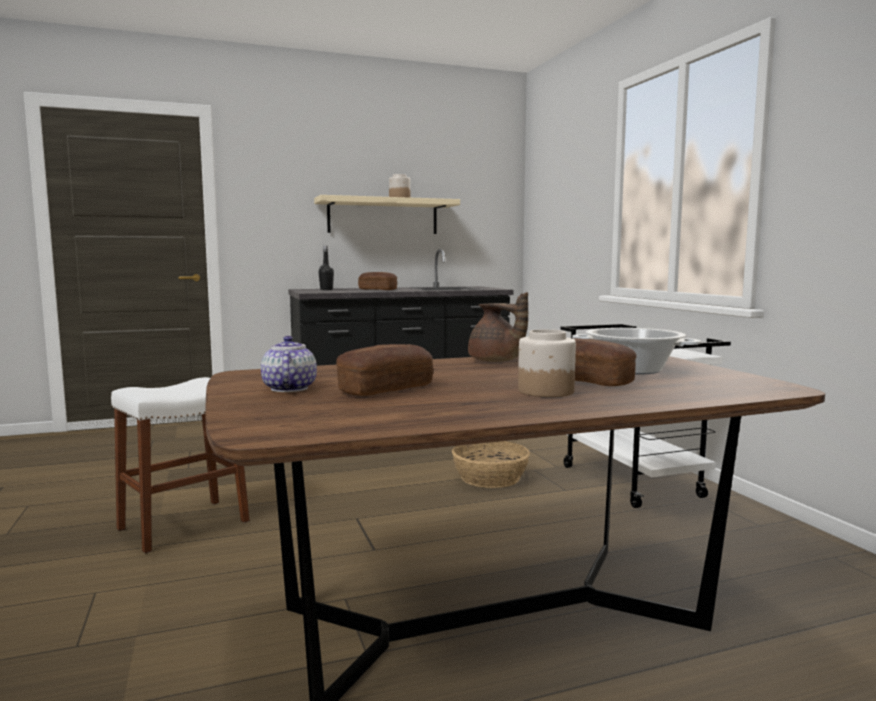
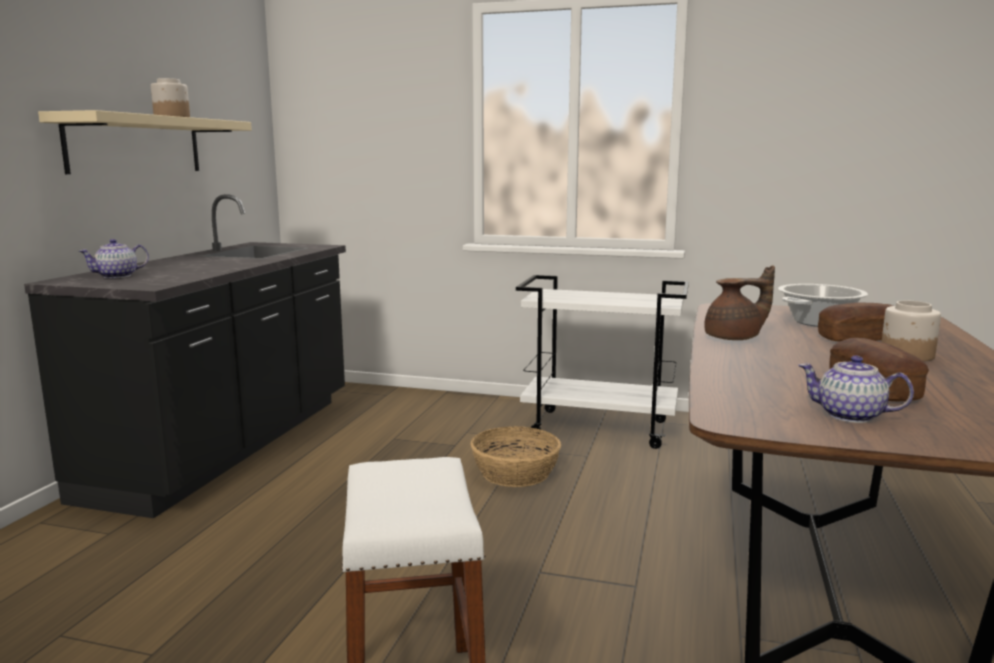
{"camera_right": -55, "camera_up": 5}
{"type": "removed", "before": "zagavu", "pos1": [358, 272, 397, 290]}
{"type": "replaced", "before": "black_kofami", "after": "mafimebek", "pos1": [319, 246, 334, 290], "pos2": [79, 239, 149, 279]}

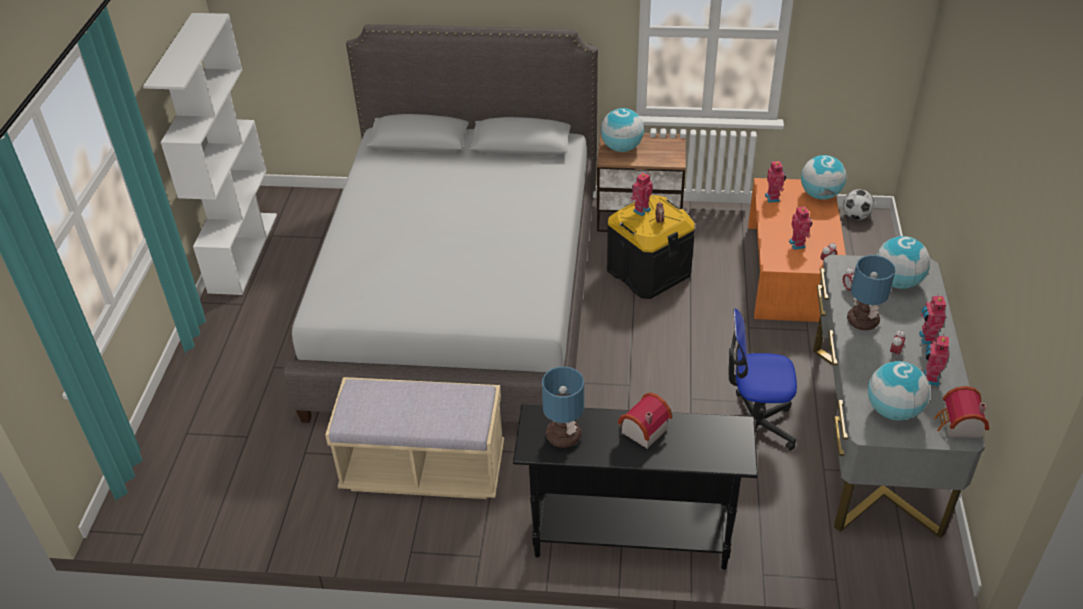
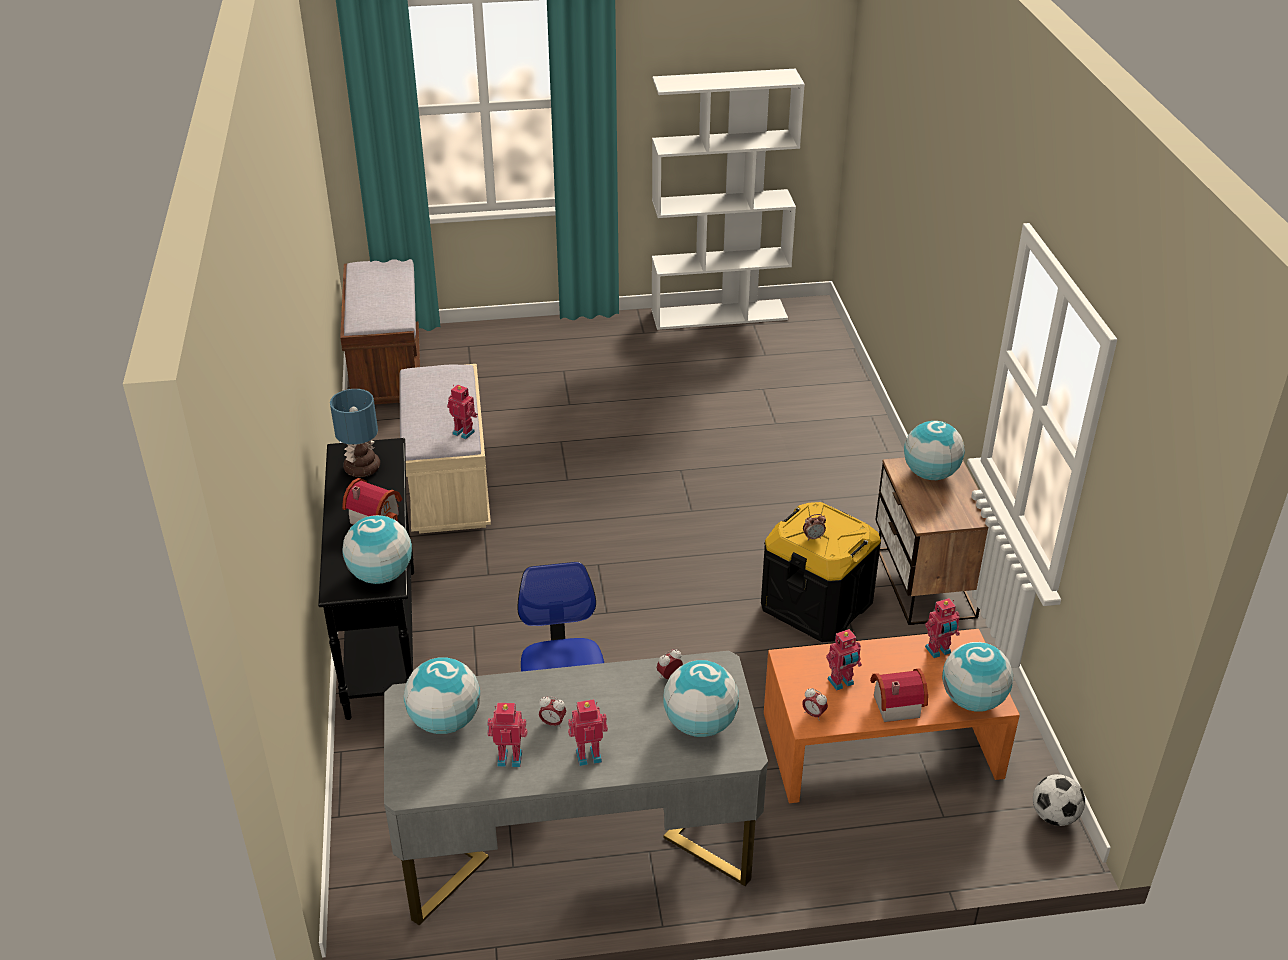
{"camera_right": 75, "camera_up": -5}
{"type": "removed", "before": "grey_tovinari", "pos1": [283, 24, 598, 423]}
{"type": "removed", "before": "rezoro", "pos1": [847, 255, 895, 330]}
{"type": "added", "after": "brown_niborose", "pos2": [340, 259, 420, 405]}
{"type": "added", "after": "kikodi", "pos2": [342, 515, 412, 584]}
{"type": "moved", "before": "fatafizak", "pos1": [630, 172, 653, 216], "pos2": [447, 384, 478, 439]}
{"type": "moved", "before": "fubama", "pos1": [934, 386, 989, 438], "pos2": [870, 669, 928, 722]}

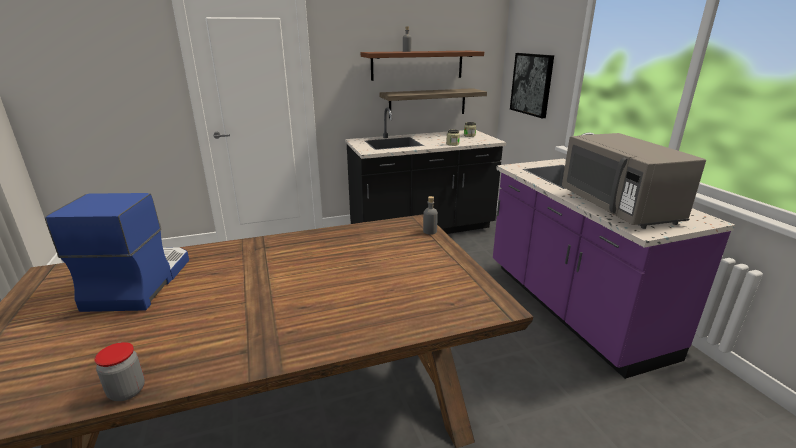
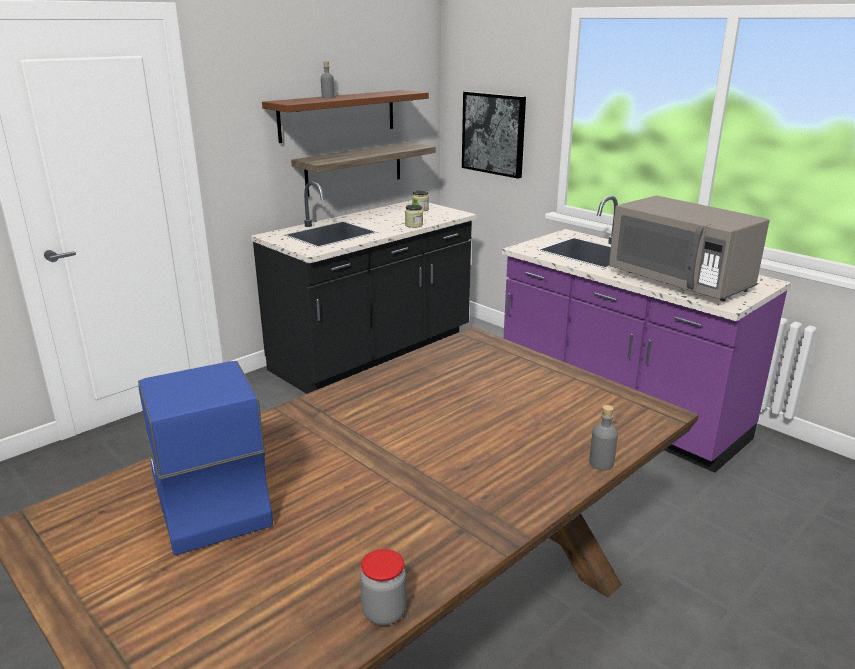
{"camera_right": -25, "camera_up": 0}
{"type": "moved", "before": "grey_kofami", "pos1": [423, 196, 438, 235], "pos2": [589, 405, 618, 470]}

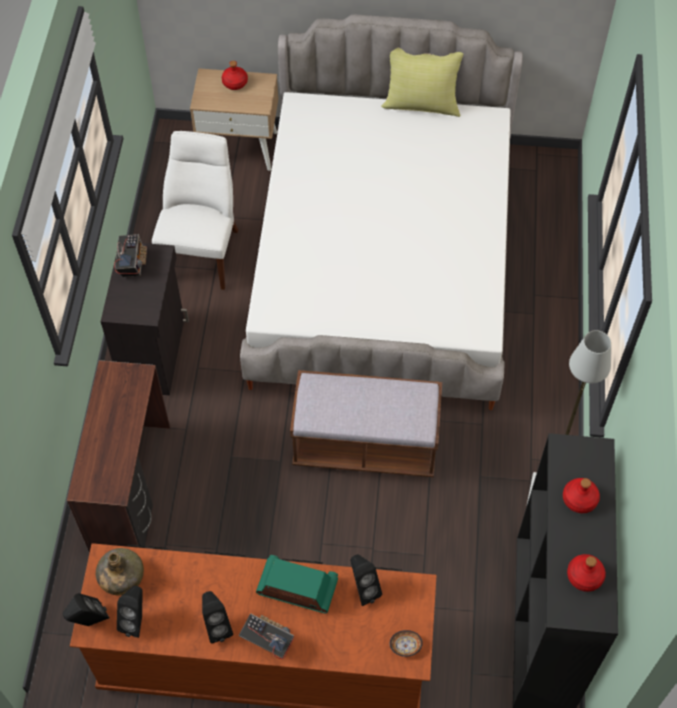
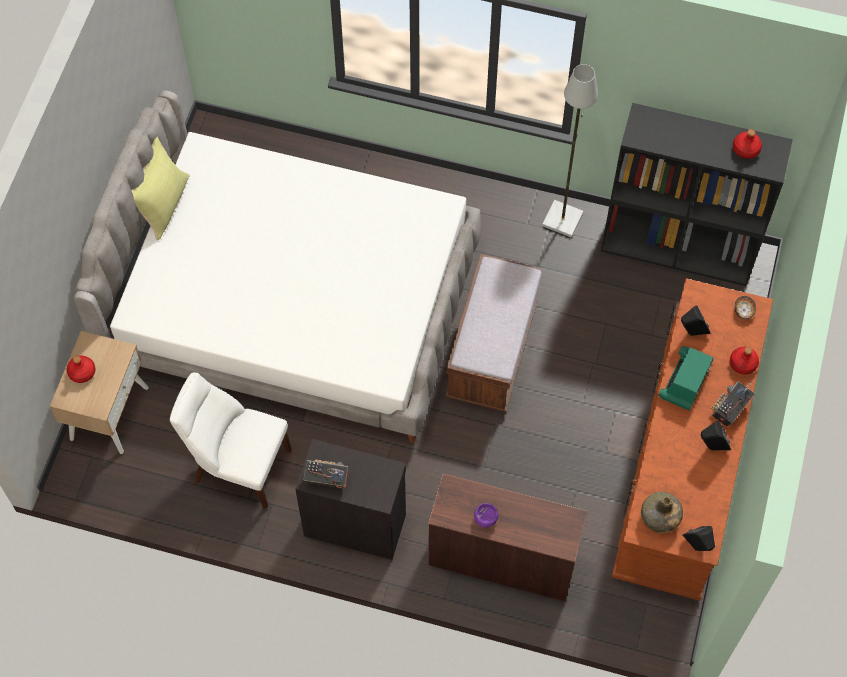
{"camera_right": -80, "camera_up": 5}
{"type": "removed", "before": "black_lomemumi", "pos1": [117, 586, 143, 638]}
{"type": "added", "after": "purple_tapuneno", "pos2": [474, 503, 498, 528]}
{"type": "moved", "before": "red_kofami", "pos1": [563, 478, 600, 513], "pos2": [730, 347, 759, 375]}

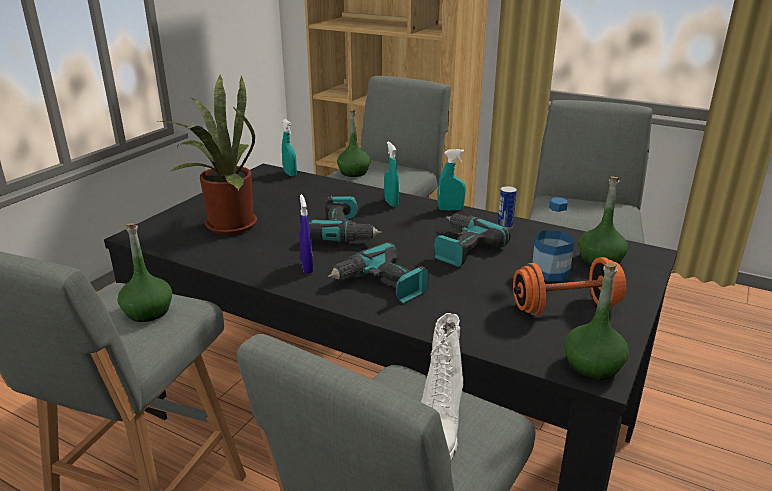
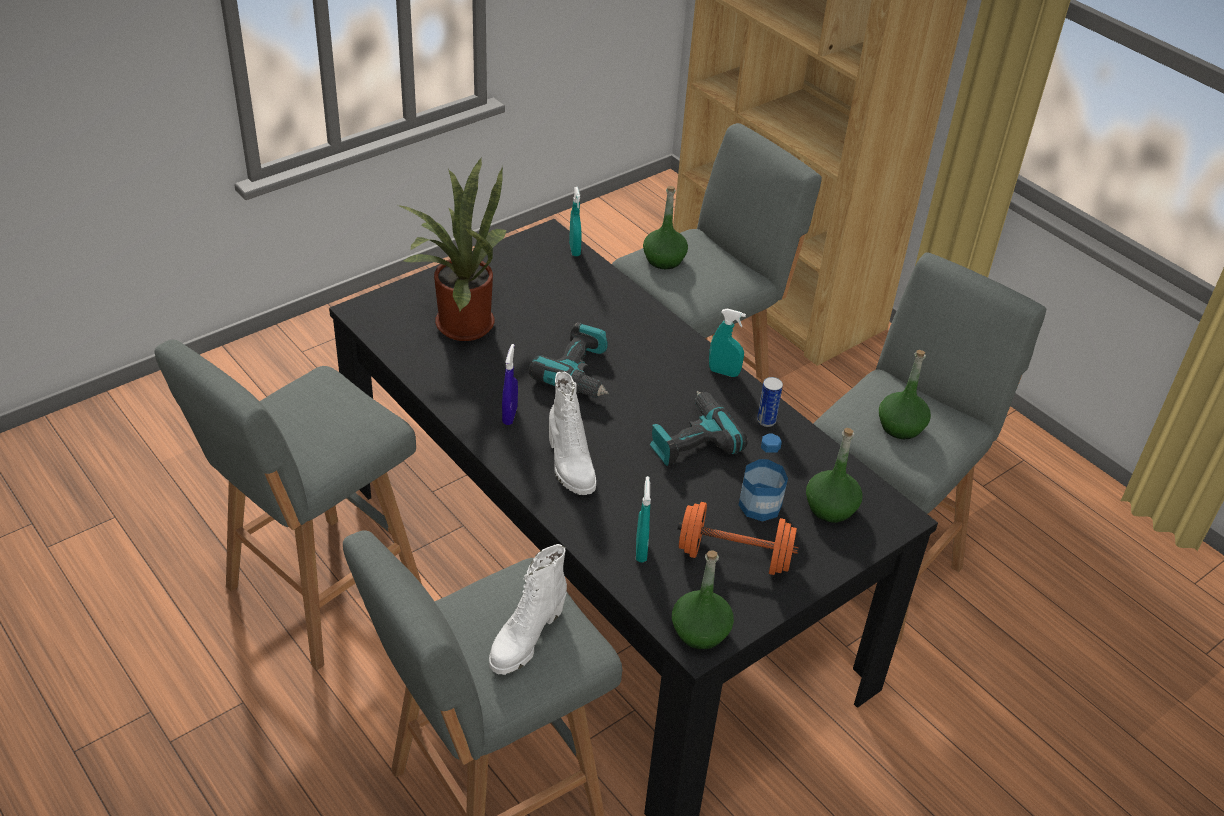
{"camera_right": 20, "camera_up": 15}
{"type": "moved", "before": "green_kofami", "pos1": [118, 223, 172, 322], "pos2": [879, 350, 931, 439]}
{"type": "moved", "before": "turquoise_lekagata", "pos1": [384, 142, 399, 207], "pos2": [636, 476, 651, 563]}
{"type": "replaced", "before": "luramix", "after": "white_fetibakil", "pos1": [328, 242, 428, 303], "pos2": [549, 371, 596, 495]}

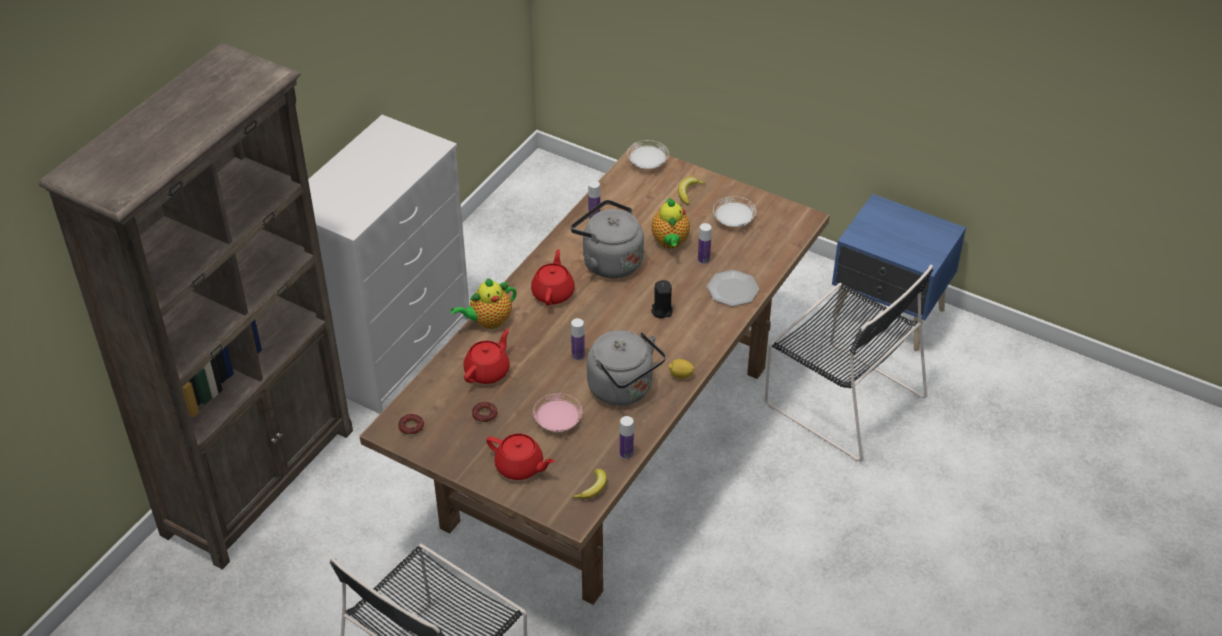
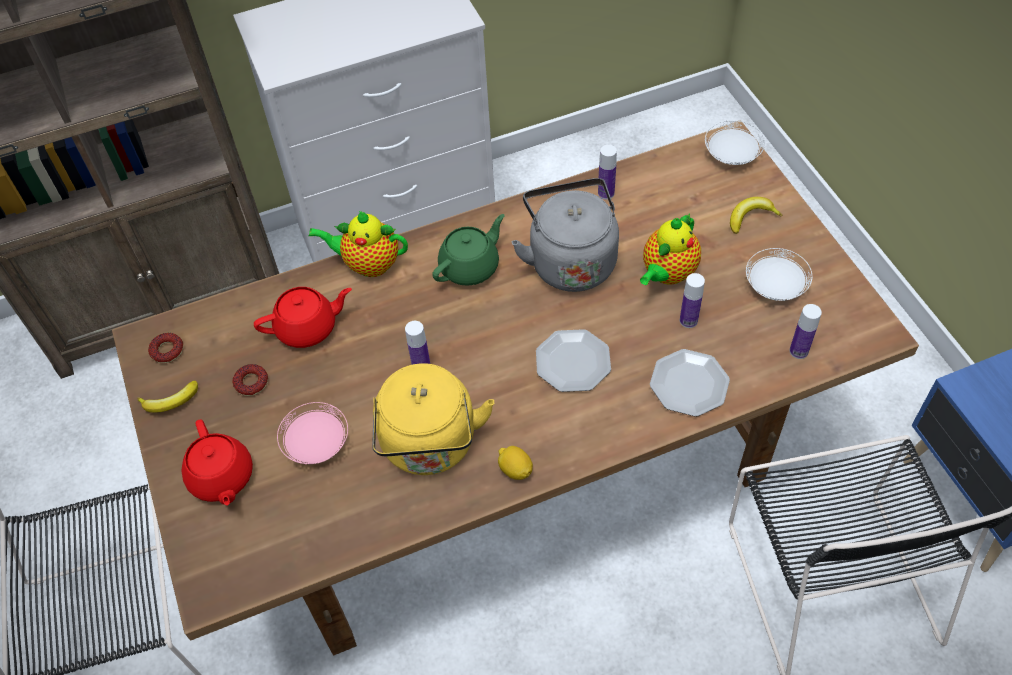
{"camera_right": 40, "camera_up": 10}
{"type": "moved", "before": "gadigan", "pos1": [571, 469, 607, 499], "pos2": [137, 381, 198, 413]}
{"type": "moved", "before": "kofami", "pos1": [620, 416, 634, 459], "pos2": [790, 304, 822, 359]}
{"type": "replaced", "before": "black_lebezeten", "after": "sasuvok", "pos1": [651, 280, 673, 319], "pos2": [536, 329, 611, 392]}
{"type": "recoloured", "before": "red_mafimebek", "after": "green_mafimebek", "pos1": [531, 249, 575, 305], "pos2": [432, 214, 505, 286]}
{"type": "recoloured", "before": "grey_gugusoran", "after": "yellow_gugusoran", "pos1": [587, 330, 666, 406], "pos2": [372, 363, 494, 475]}

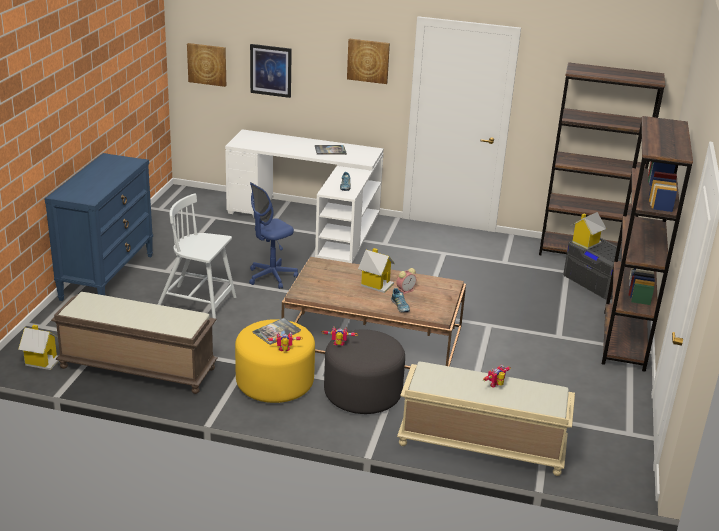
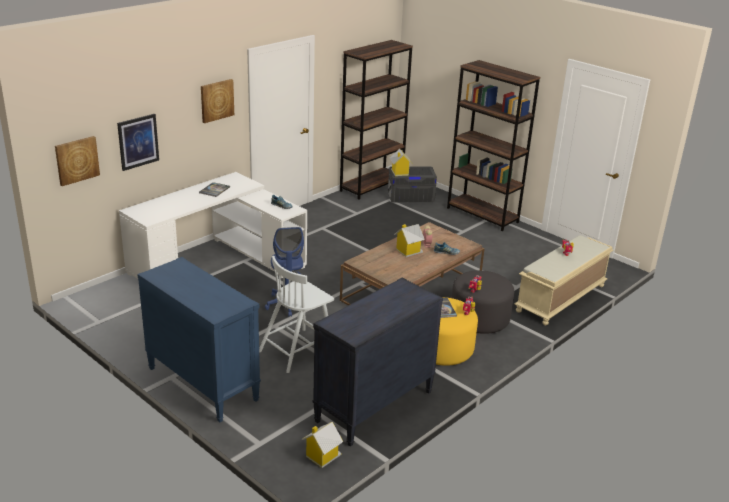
{"camera_right": -60, "camera_up": 0}
{"type": "replaced", "before": "brown_niborose", "after": "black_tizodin", "pos1": [51, 292, 217, 394], "pos2": [313, 277, 443, 447]}

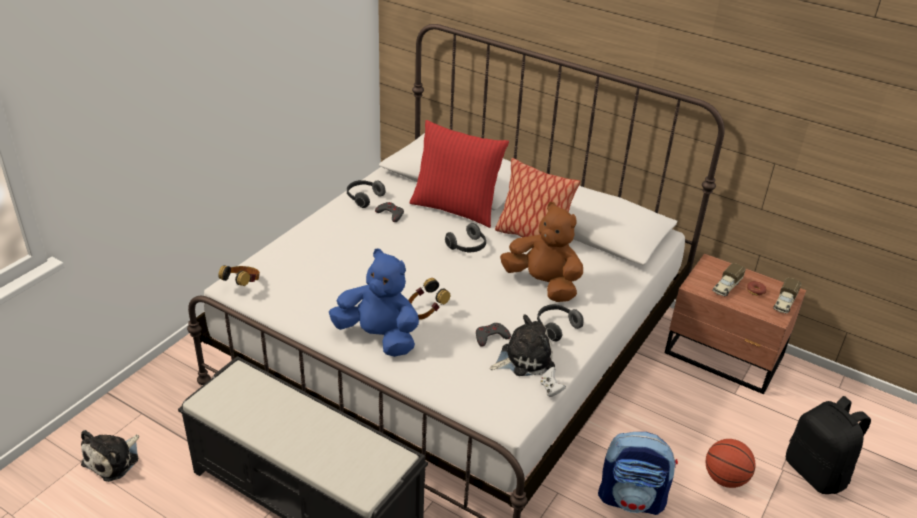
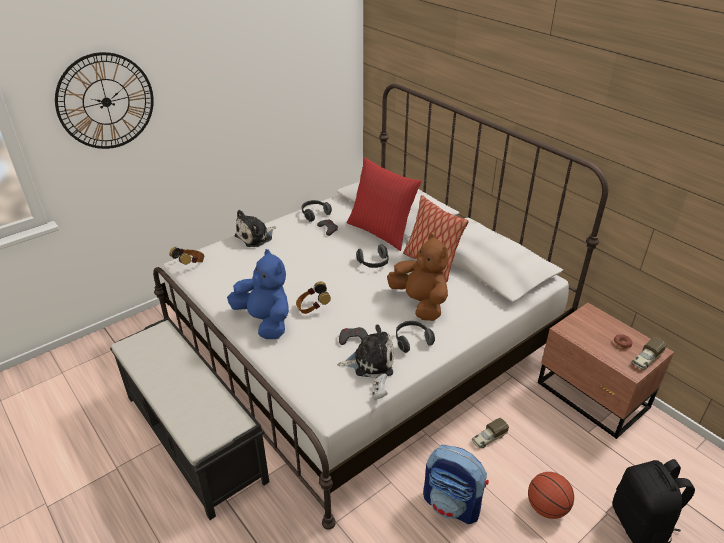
{"camera_right": 20, "camera_up": 0}
{"type": "added", "after": "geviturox", "pos2": [55, 52, 154, 149]}
{"type": "moved", "before": "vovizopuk", "pos1": [81, 430, 139, 482], "pos2": [235, 210, 276, 247]}
{"type": "moved", "before": "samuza", "pos1": [712, 263, 746, 296], "pos2": [472, 418, 509, 448]}

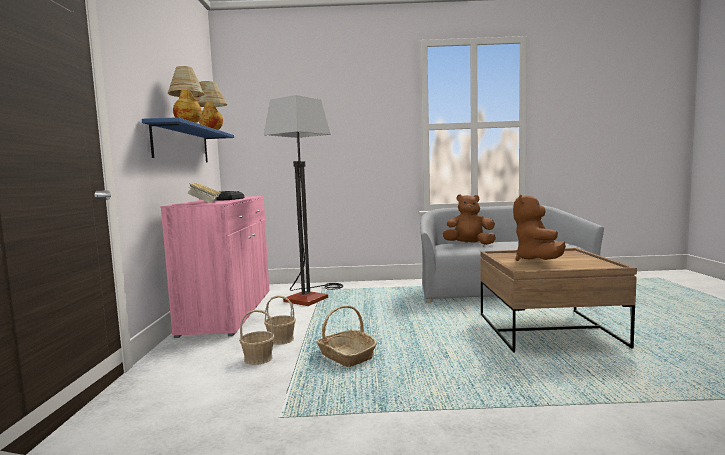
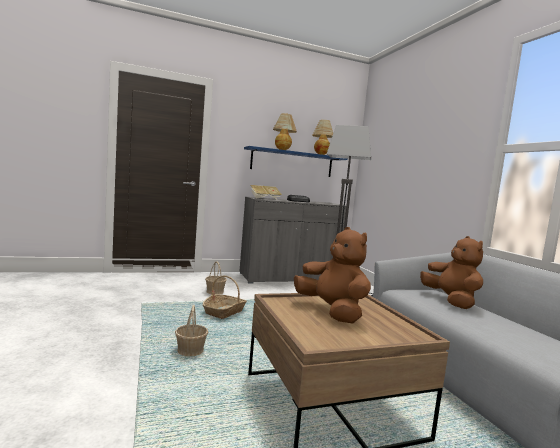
{"camera_right": 70, "camera_up": 0}
{"type": "moved", "before": "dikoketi", "pos1": [264, 295, 296, 345], "pos2": [175, 305, 208, 357]}
{"type": "recoloured", "before": "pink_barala", "after": "grey_barala", "pos1": [160, 196, 269, 338], "pos2": [239, 197, 346, 283]}
{"type": "turned", "before": "brown_vovizopuk", "pos1": [513, 194, 566, 261], "pos2": [294, 227, 371, 324], "turn": 60}

